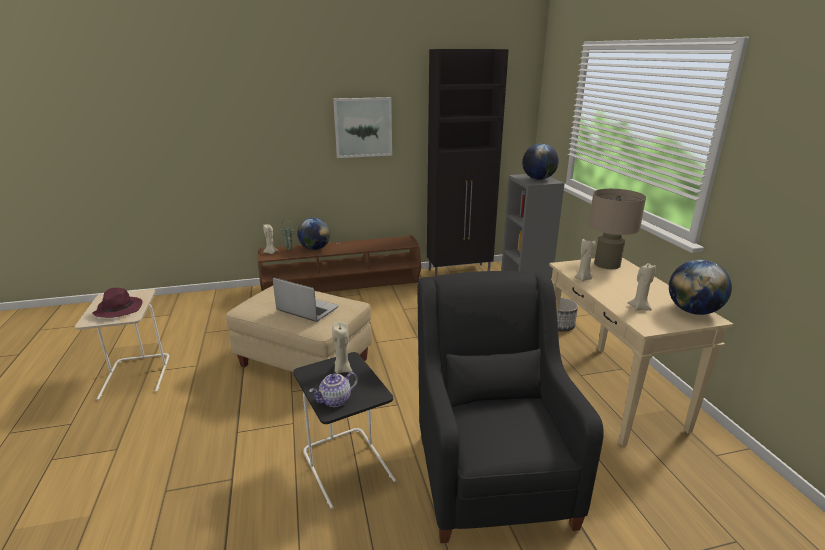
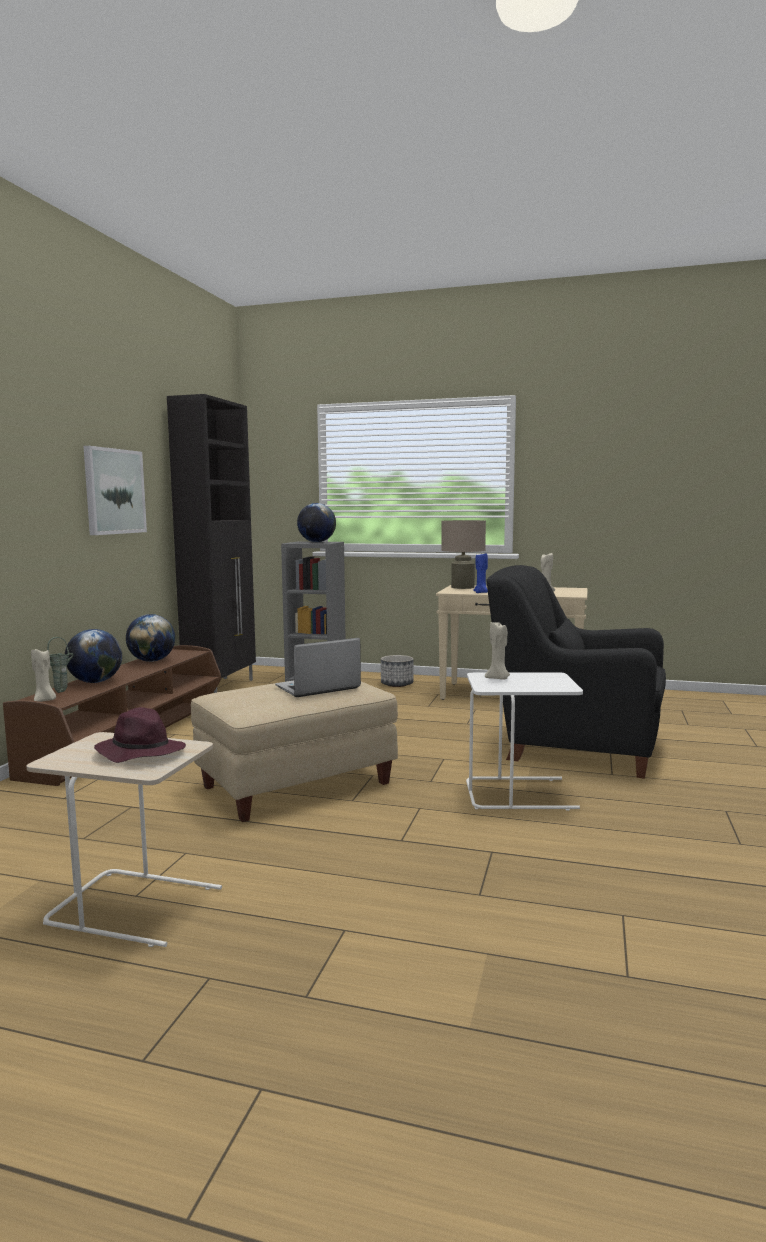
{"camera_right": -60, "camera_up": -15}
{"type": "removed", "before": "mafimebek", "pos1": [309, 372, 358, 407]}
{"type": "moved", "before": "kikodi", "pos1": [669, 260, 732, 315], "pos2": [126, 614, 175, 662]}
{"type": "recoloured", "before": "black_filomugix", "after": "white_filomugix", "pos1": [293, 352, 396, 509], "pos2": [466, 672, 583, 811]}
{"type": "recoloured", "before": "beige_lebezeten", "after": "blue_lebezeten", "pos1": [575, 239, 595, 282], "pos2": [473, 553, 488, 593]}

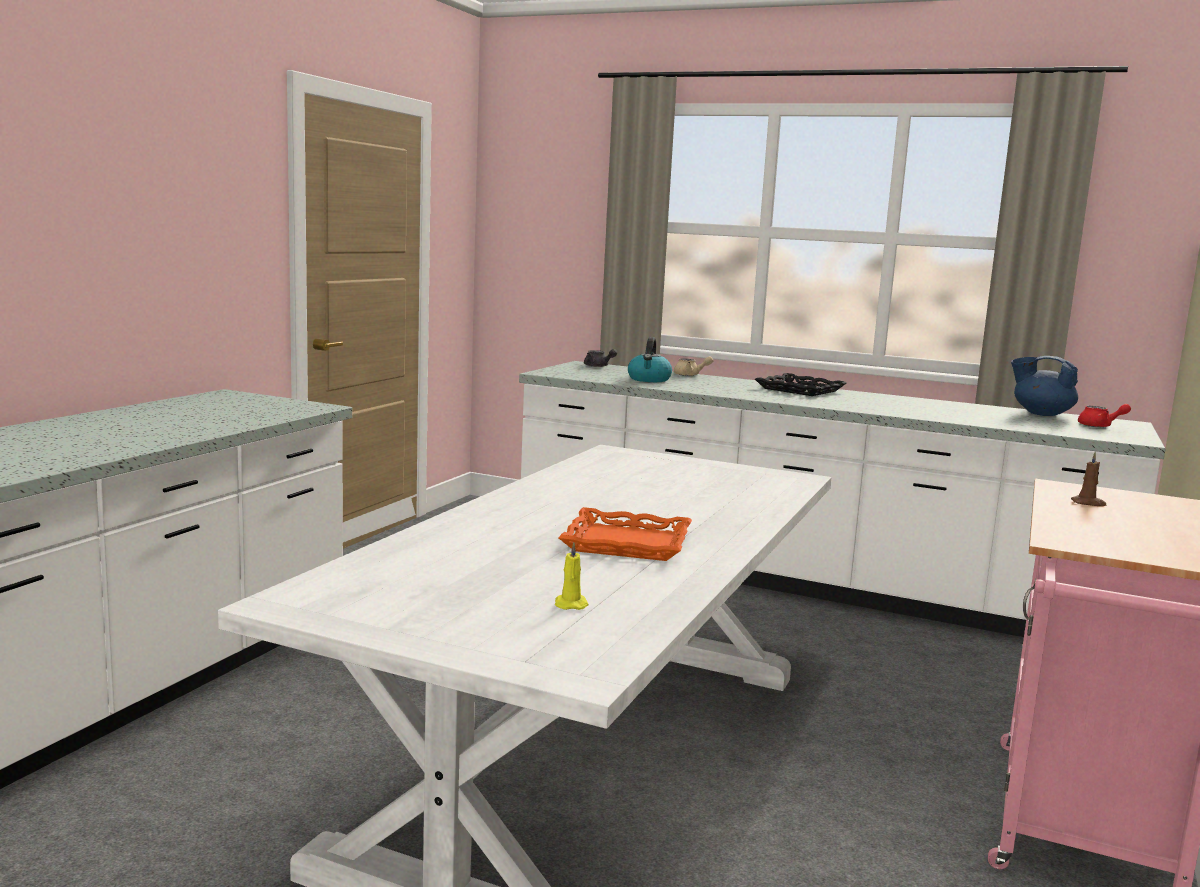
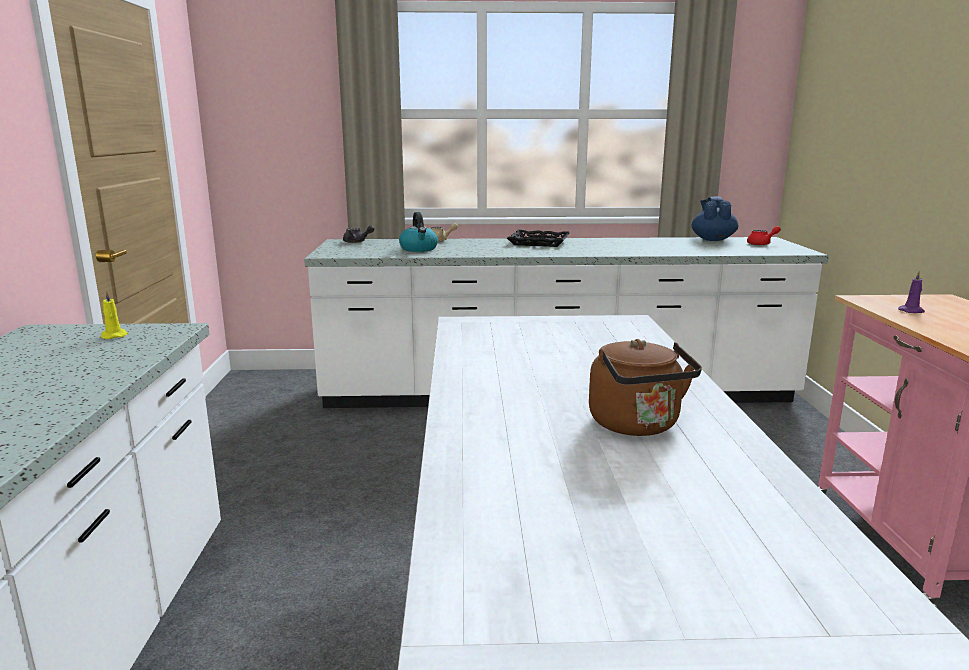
{"camera_right": -25, "camera_up": 5}
{"type": "moved", "before": "yellow_lebezeten", "pos1": [555, 542, 589, 610], "pos2": [101, 291, 128, 339]}
{"type": "replaced", "before": "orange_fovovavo", "after": "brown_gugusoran", "pos1": [559, 507, 692, 561], "pos2": [589, 339, 702, 436]}
{"type": "recoloured", "before": "brown_lebezeten", "after": "purple_lebezeten", "pos1": [1071, 451, 1106, 506], "pos2": [898, 271, 925, 313]}
{"type": "turned", "before": "blue_mafimebek", "pos1": [1011, 356, 1078, 416], "pos2": [692, 196, 738, 241], "turn": 90}

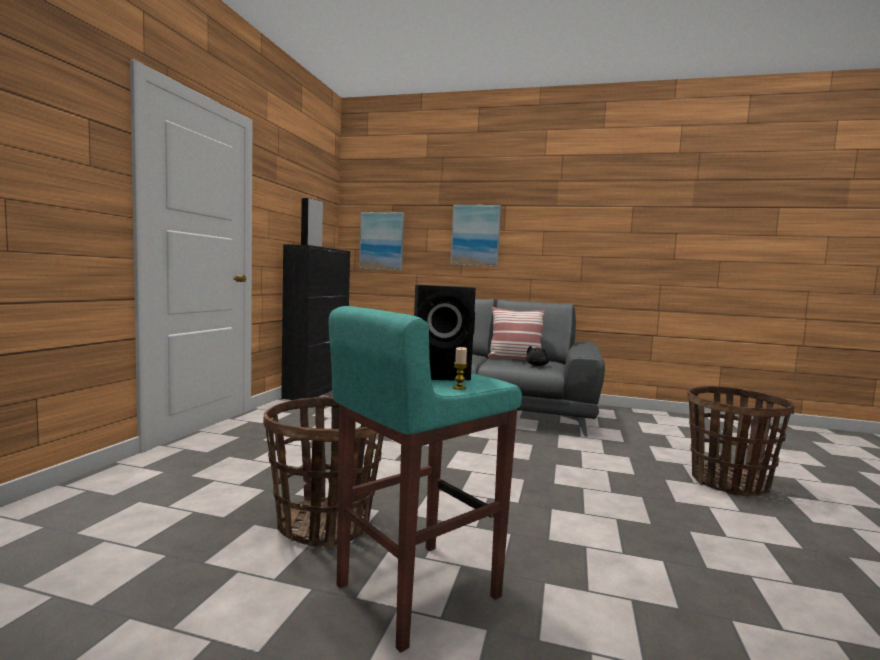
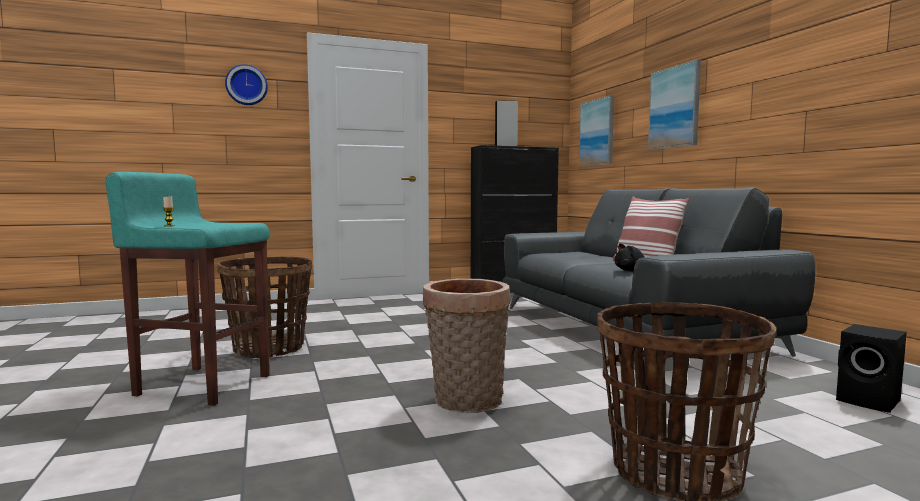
{"camera_right": 55, "camera_up": 0}
{"type": "added", "after": "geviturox", "pos2": [225, 64, 268, 105]}
{"type": "added", "after": "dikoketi", "pos2": [423, 278, 510, 413]}
{"type": "moved", "before": "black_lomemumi", "pos1": [414, 285, 476, 380], "pos2": [836, 324, 907, 413]}

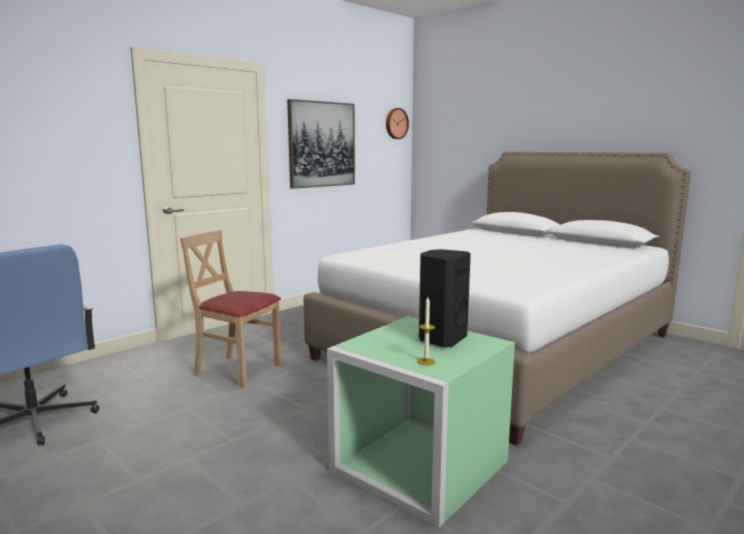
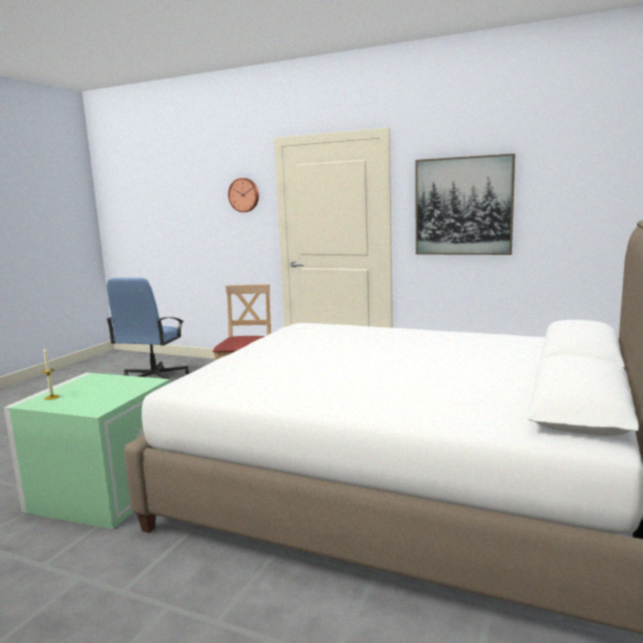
{"camera_right": 70, "camera_up": 0}
{"type": "removed", "before": "black_lomemumi", "pos1": [419, 249, 471, 348]}
{"type": "moved", "before": "geviturox", "pos1": [386, 108, 409, 139], "pos2": [228, 178, 259, 212]}

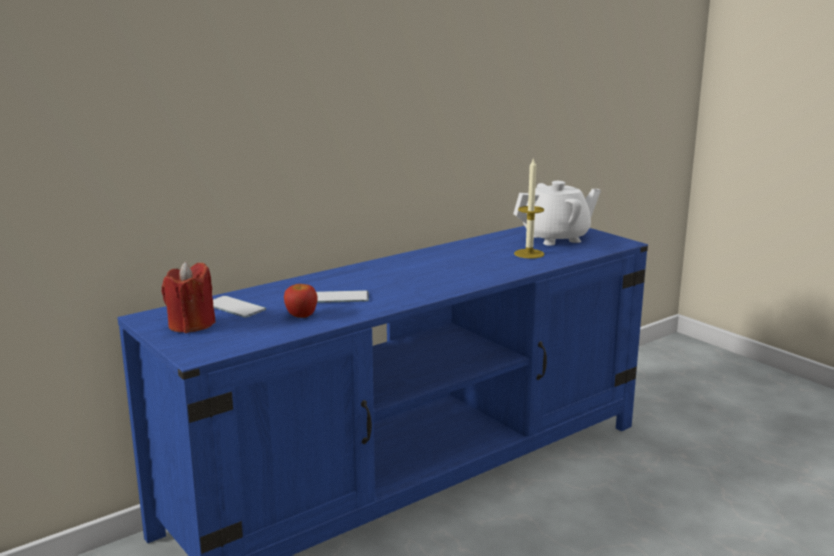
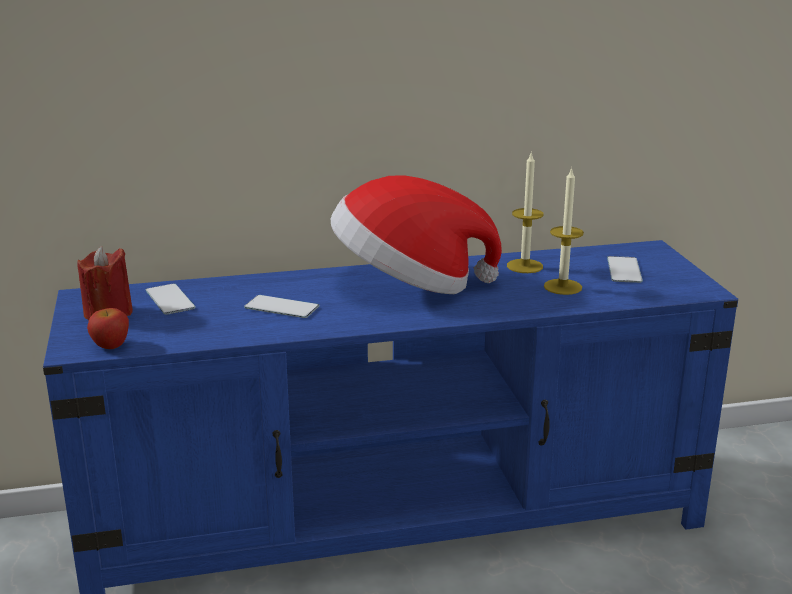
{"camera_right": 25, "camera_up": 5}
{"type": "added", "after": "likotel", "pos2": [331, 175, 502, 294]}
{"type": "added", "after": "lebezeten", "pos2": [507, 151, 544, 273]}
{"type": "moved", "before": "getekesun", "pos1": [284, 284, 318, 318], "pos2": [87, 308, 129, 349]}
{"type": "replaced", "before": "white_mafimebek", "after": "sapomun", "pos1": [513, 181, 601, 246], "pos2": [607, 256, 643, 283]}

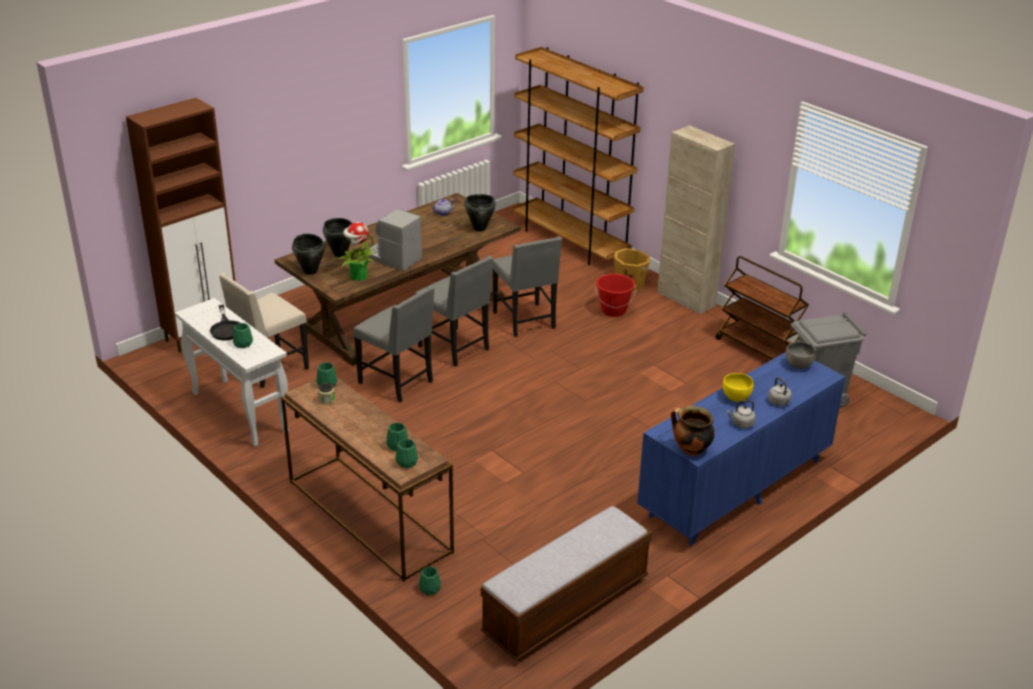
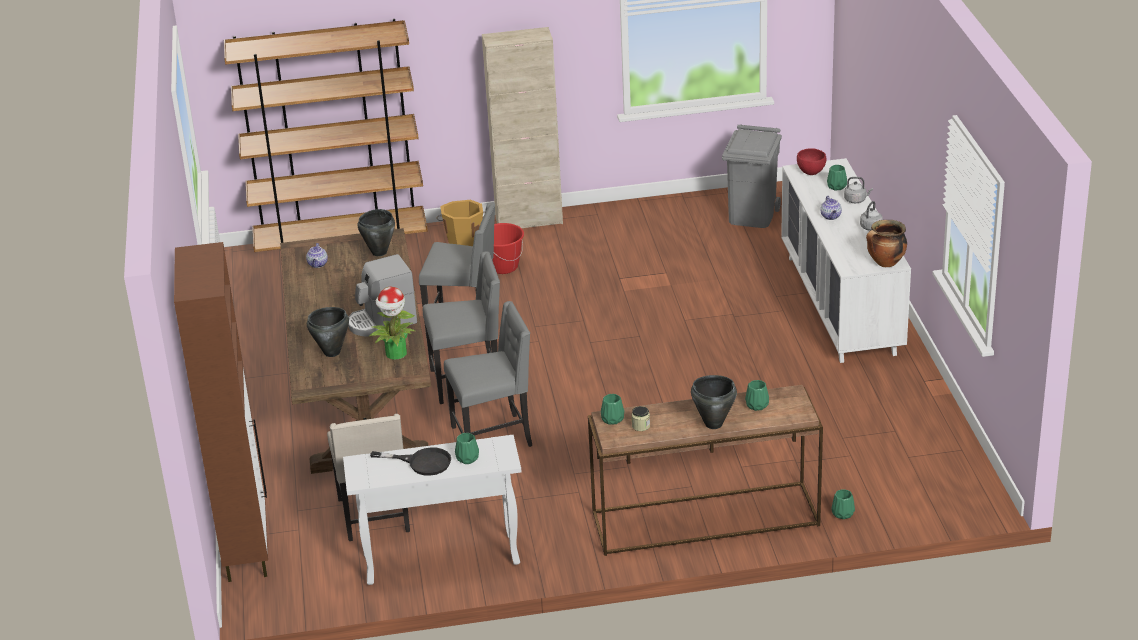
{"camera_right": -55, "camera_up": 0}
{"type": "removed", "before": "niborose", "pos1": [481, 506, 652, 661]}
{"type": "removed", "before": "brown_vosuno", "pos1": [716, 256, 809, 360]}
{"type": "moved", "before": "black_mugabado", "pos1": [292, 234, 325, 275], "pos2": [691, 375, 737, 429]}
{"type": "moved", "before": "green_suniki", "pos1": [396, 439, 418, 468], "pos2": [827, 165, 847, 190]}
{"type": "replaced", "before": "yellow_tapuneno", "after": "mafimebek", "pos1": [723, 373, 754, 402], "pos2": [820, 196, 842, 220]}
{"type": "recoloured", "before": "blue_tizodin", "after": "white_tizodin", "pos1": [637, 352, 845, 546], "pos2": [781, 158, 911, 363]}
{"type": "recoloured", "before": "grey_tapuneno", "after": "red_tapuneno", "pos1": [786, 342, 816, 369], "pos2": [797, 148, 826, 175]}

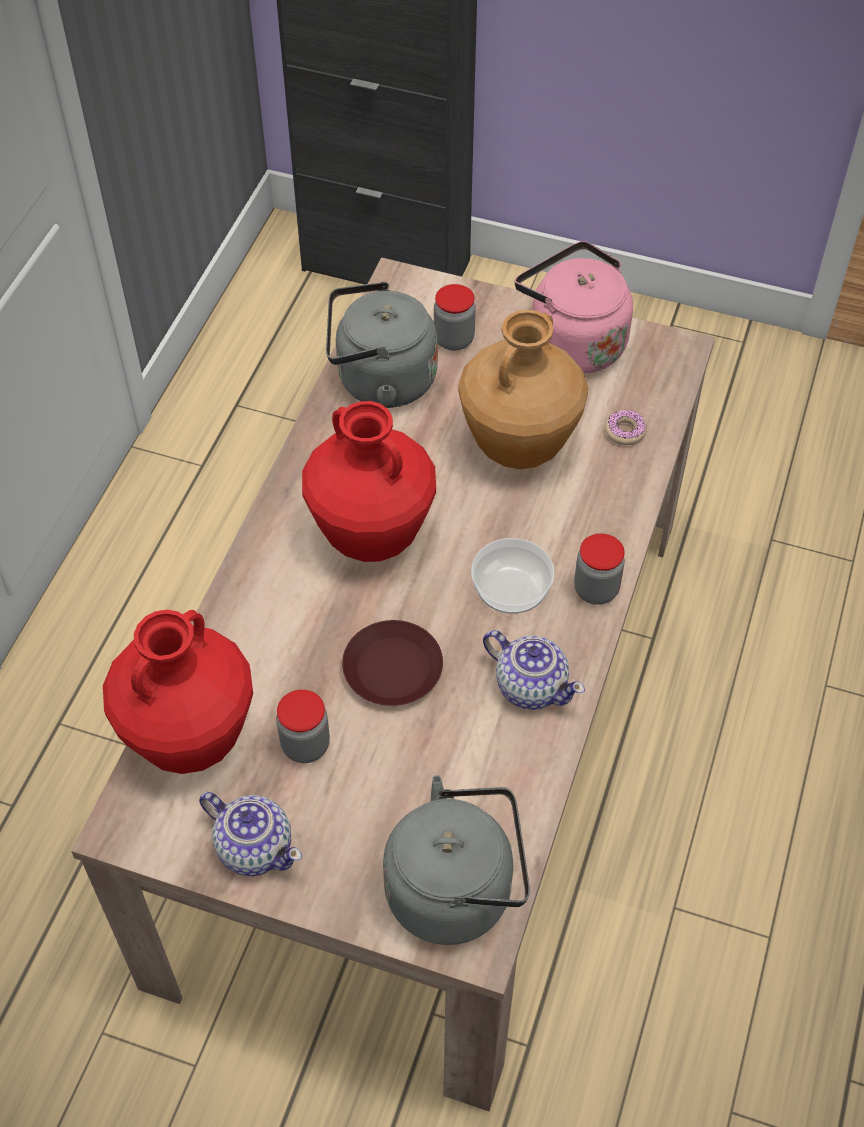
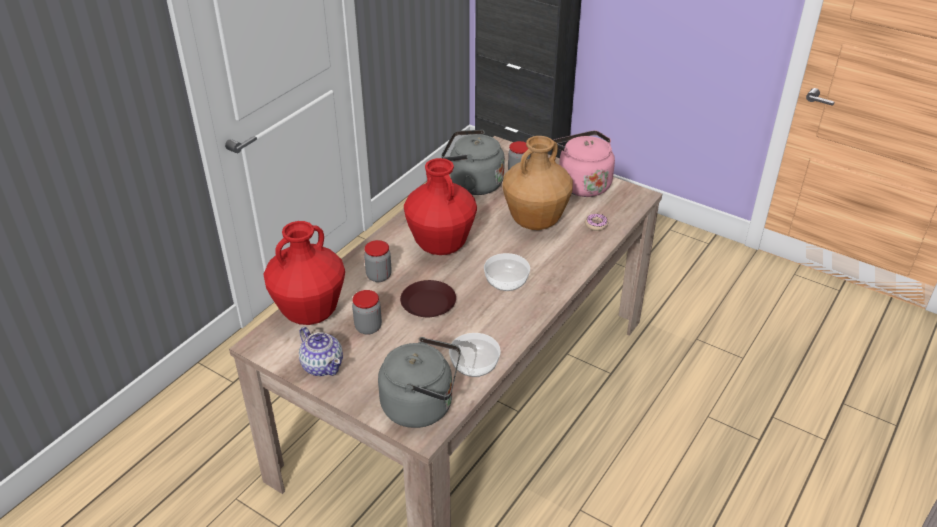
{"camera_right": 15, "camera_up": -15}
{"type": "removed", "before": "mafimebek", "pos1": [483, 630, 585, 710]}
{"type": "added", "after": "tapuneno", "pos2": [449, 333, 501, 377]}
{"type": "moved", "before": "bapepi", "pos1": [574, 534, 625, 605], "pos2": [364, 240, 392, 282]}

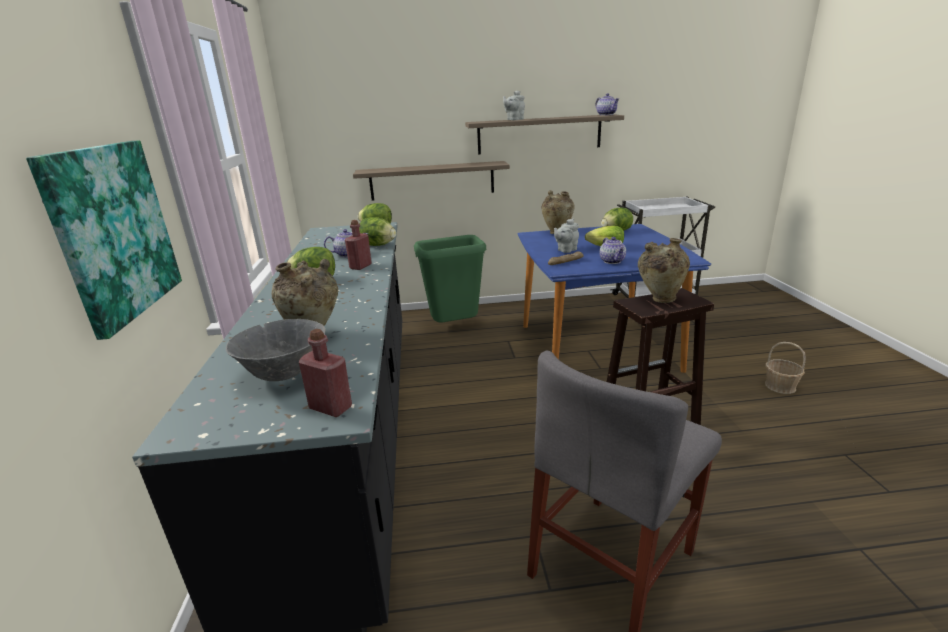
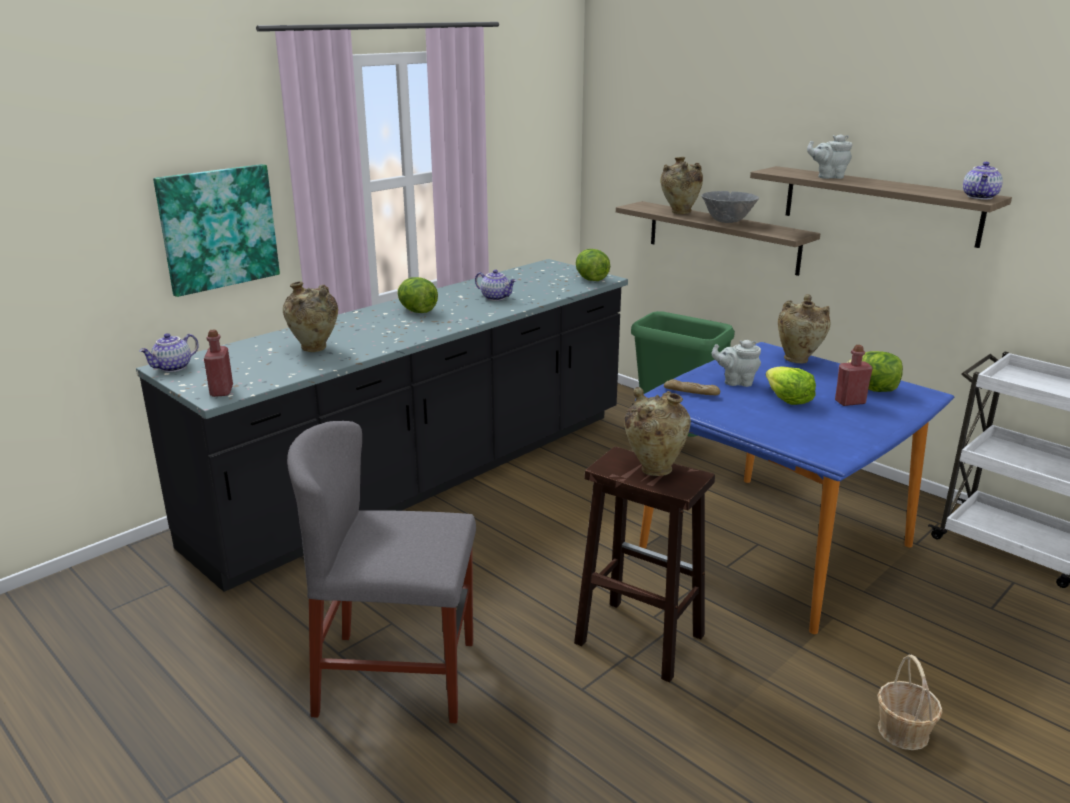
{"camera_right": 50, "camera_up": 0}
{"type": "removed", "before": "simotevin", "pos1": [359, 217, 396, 246]}
{"type": "added", "after": "beige_suniki", "pos2": [660, 157, 703, 214]}
{"type": "moved", "before": "grey_tapuneno", "pos1": [226, 319, 326, 381], "pos2": [701, 191, 759, 223]}
{"type": "moved", "before": "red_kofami", "pos1": [345, 220, 372, 270], "pos2": [835, 345, 873, 406]}
{"type": "moved", "before": "mafimebek", "pos1": [600, 237, 626, 264], "pos2": [140, 333, 199, 372]}

